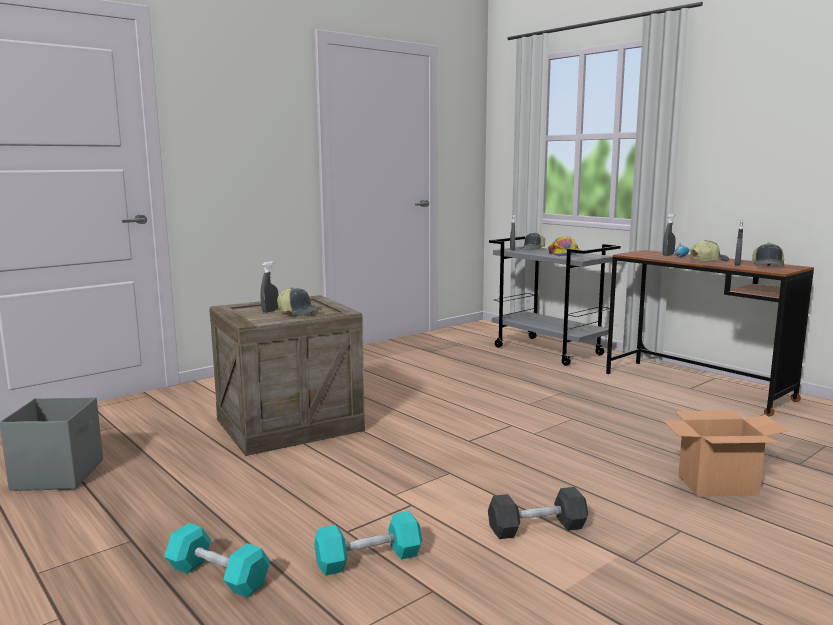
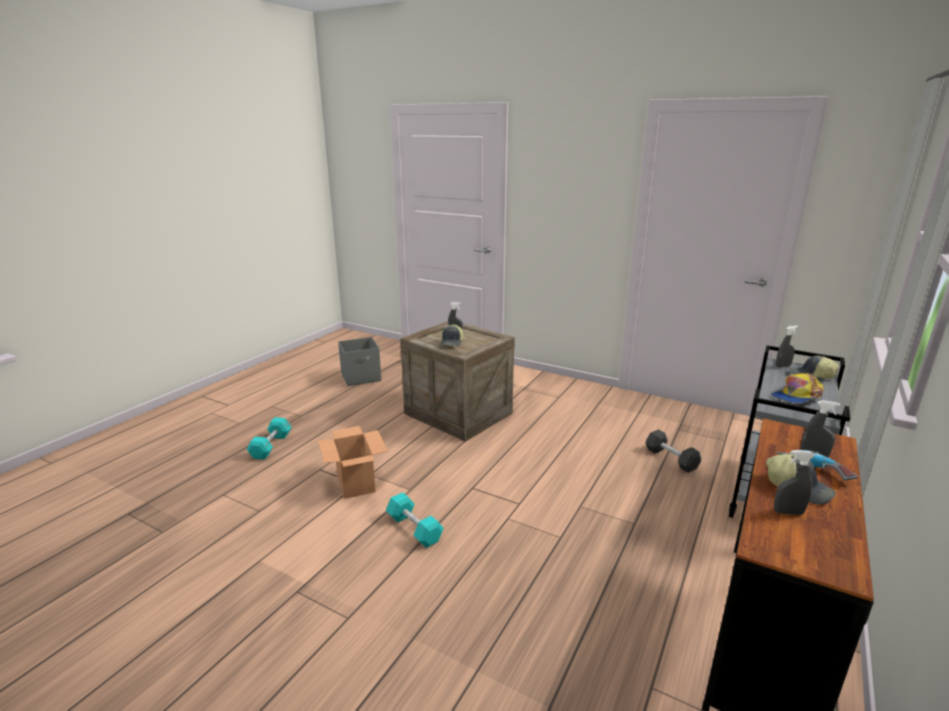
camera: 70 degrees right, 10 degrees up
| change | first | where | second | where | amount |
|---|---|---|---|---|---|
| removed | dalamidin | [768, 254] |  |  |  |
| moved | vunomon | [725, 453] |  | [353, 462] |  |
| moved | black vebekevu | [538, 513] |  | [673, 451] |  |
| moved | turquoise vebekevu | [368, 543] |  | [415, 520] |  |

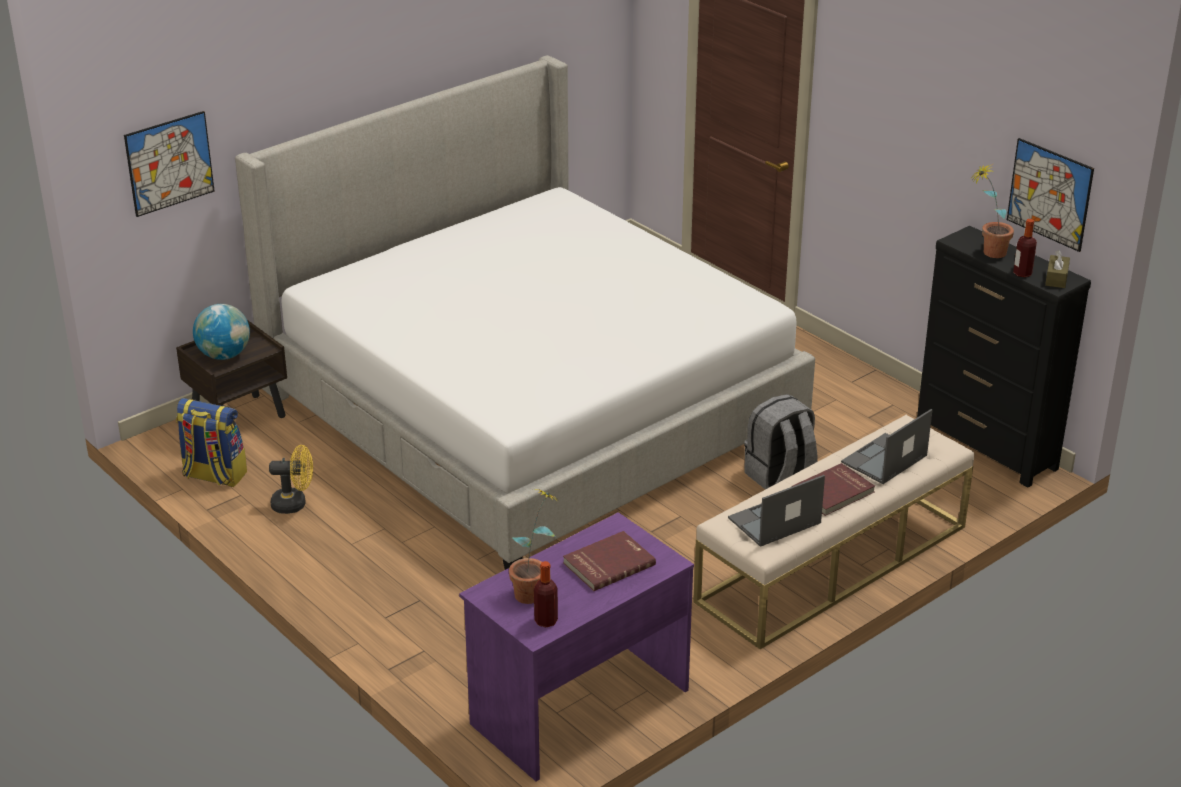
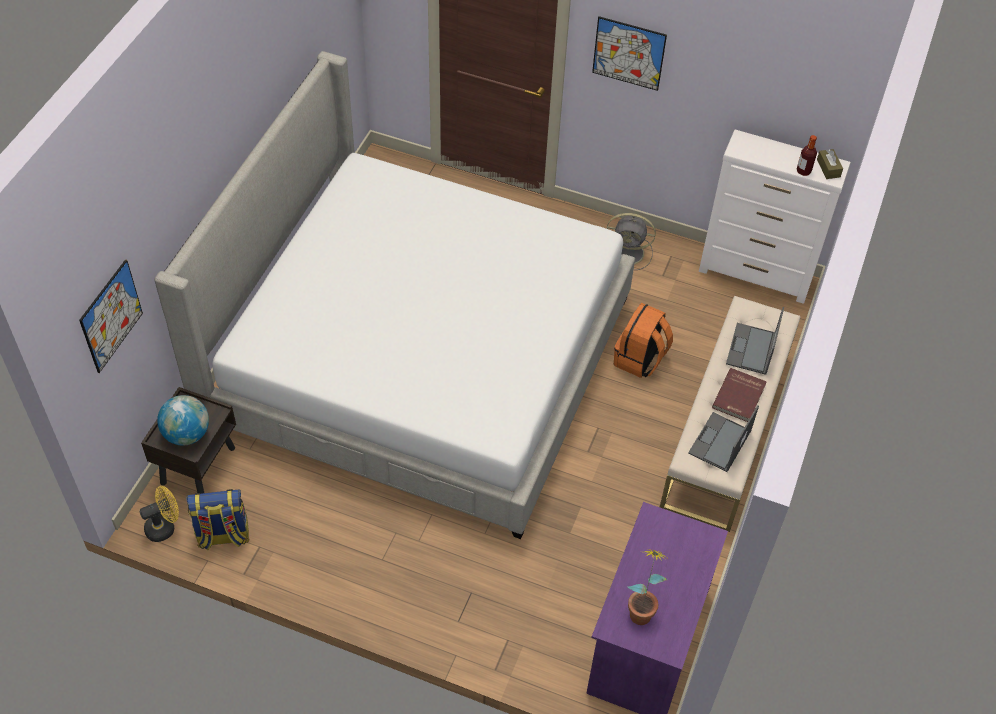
camera: 30 degrees left, 20 degrees up
| change | first | where | second | where | amount |
|---|---|---|---|---|---|
| moved | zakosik | [1050, 195] |  | [629, 53] |  |
| removed | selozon | [992, 210] |  |  |  |
| recoloured | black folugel | [1004, 357] | white folugel | [775, 217] |  |
| recoloured | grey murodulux | [781, 442] | orange murodulux | [643, 340] |  |
| moved | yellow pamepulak | [291, 479] |  | [159, 514] |  |
| removed | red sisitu | [609, 561] |  |  |  |
| removed | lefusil | [546, 594] |  |  |  |
| added |  |  | grey pamepulak | [631, 241] |  |

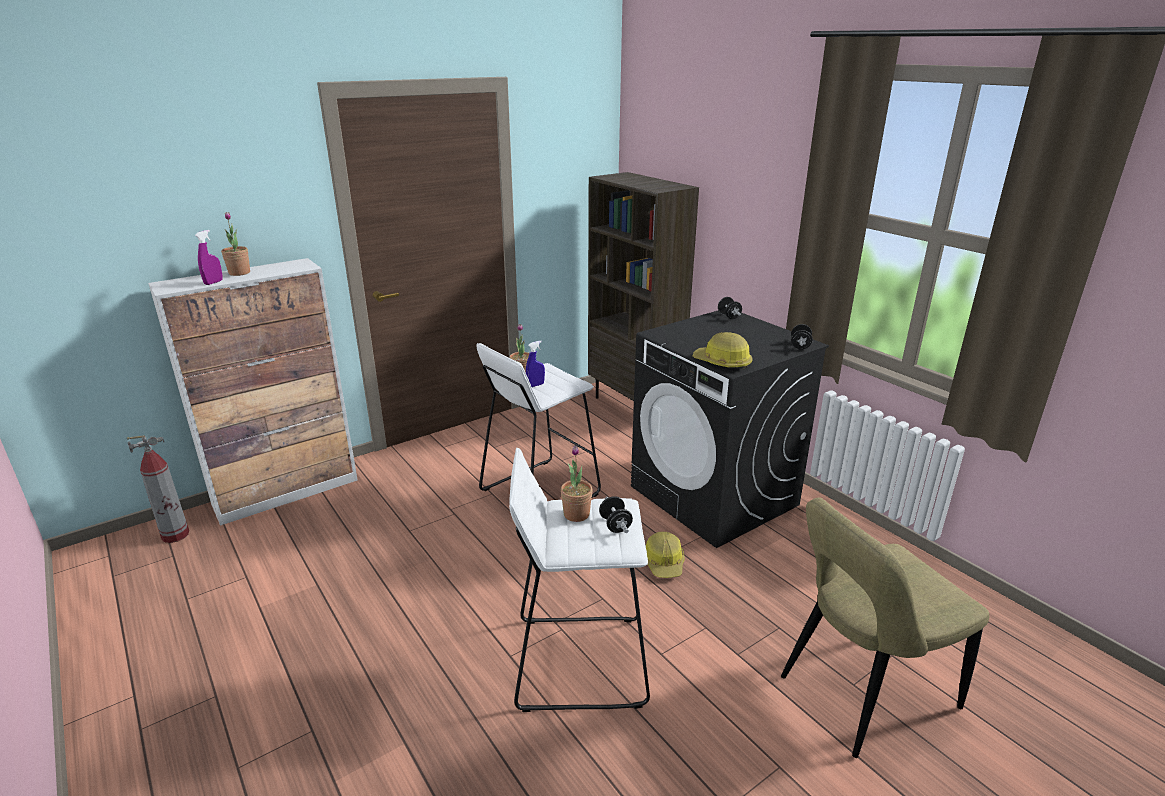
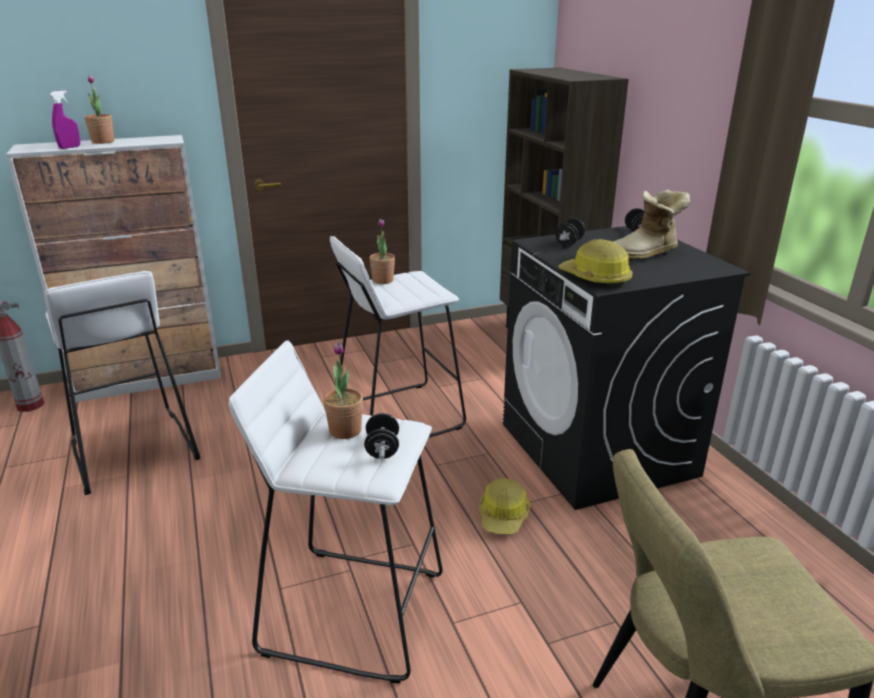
camera: 15 degrees right, 0 degrees up
| change | first | where | second | where | amount |
|---|---|---|---|---|---|
| moved | black vebekevu | [802, 336] |  | [570, 232] |  |
| removed | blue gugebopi | [535, 364] |  |  |  |
| added |  |  | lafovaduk | [651, 225] |  |
| added |  |  | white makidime | [122, 383] |  |

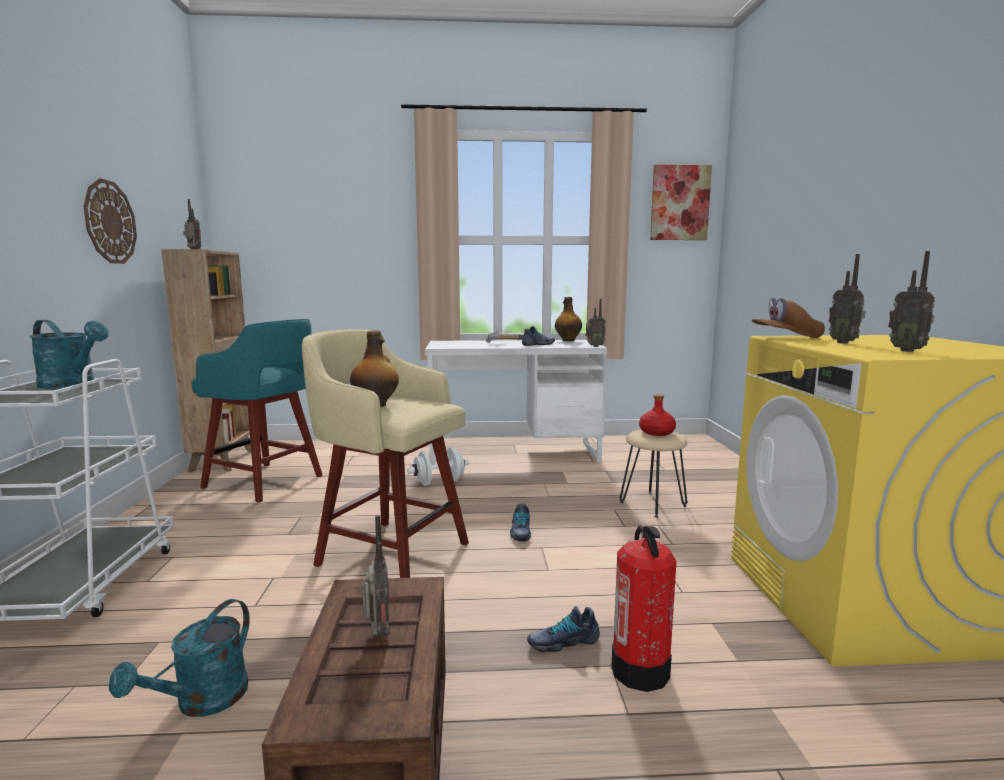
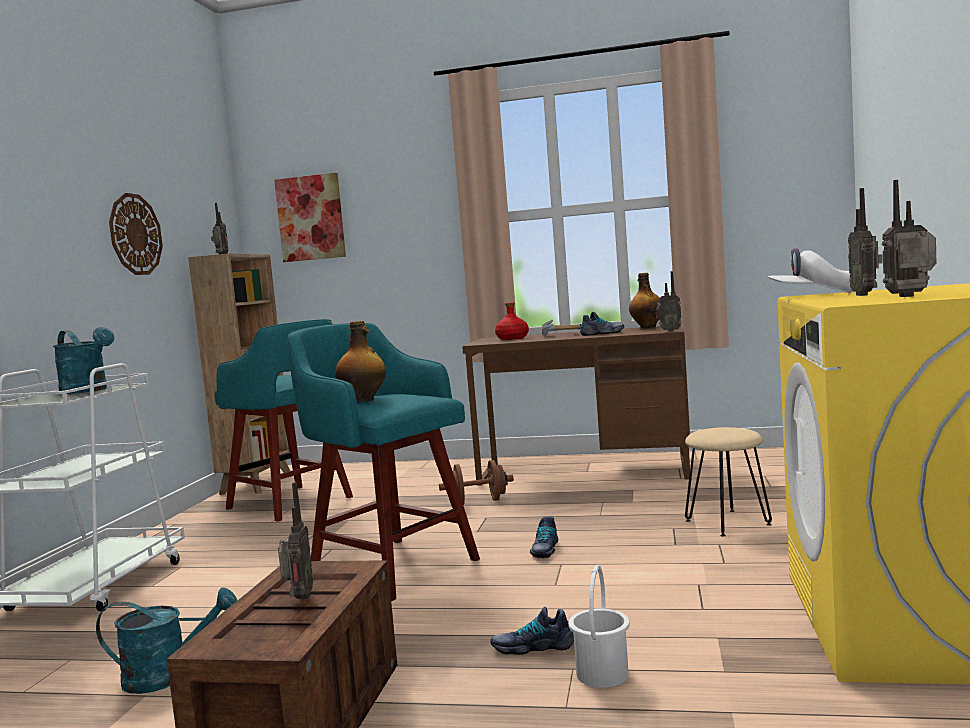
camera: 15 degrees right, 5 degrees down
| change | first | where | second | where | amount |
|---|---|---|---|---|---|
| moved | zakosik | [681, 202] |  | [310, 217] |  |
| turned | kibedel | [911, 301] |  | [909, 238] | 90 degrees clockwise |
| recoloured | brown dalamidin | [788, 317] | white dalamidin | [810, 270] |  |
| recoloured | beige makidime | [385, 453] | turquoise makidime | [383, 462] |  |
| recoloured | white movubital | [516, 402] | brown movubital | [576, 406] |  |
| moved | red lefusil | [657, 415] |  | [512, 321] |  |
| recoloured | white vebekevu | [438, 466] | brown vebekevu | [476, 482] |  |
| replaced | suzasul | [644, 608] | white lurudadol | [599, 626] |  |
| turned | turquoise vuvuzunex | [179, 658] |  | [166, 641] | 135 degrees counterclockwise |

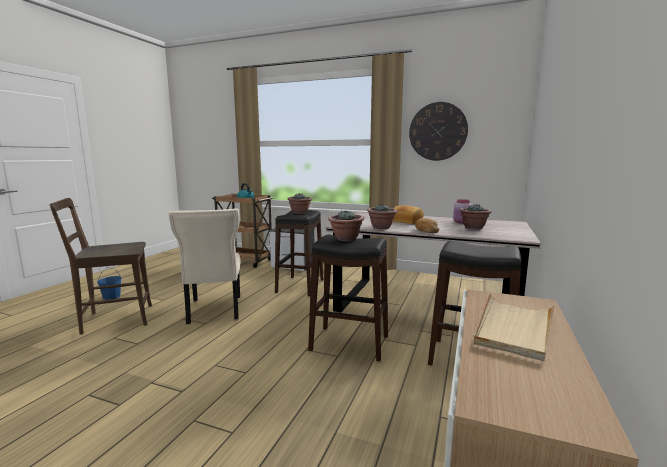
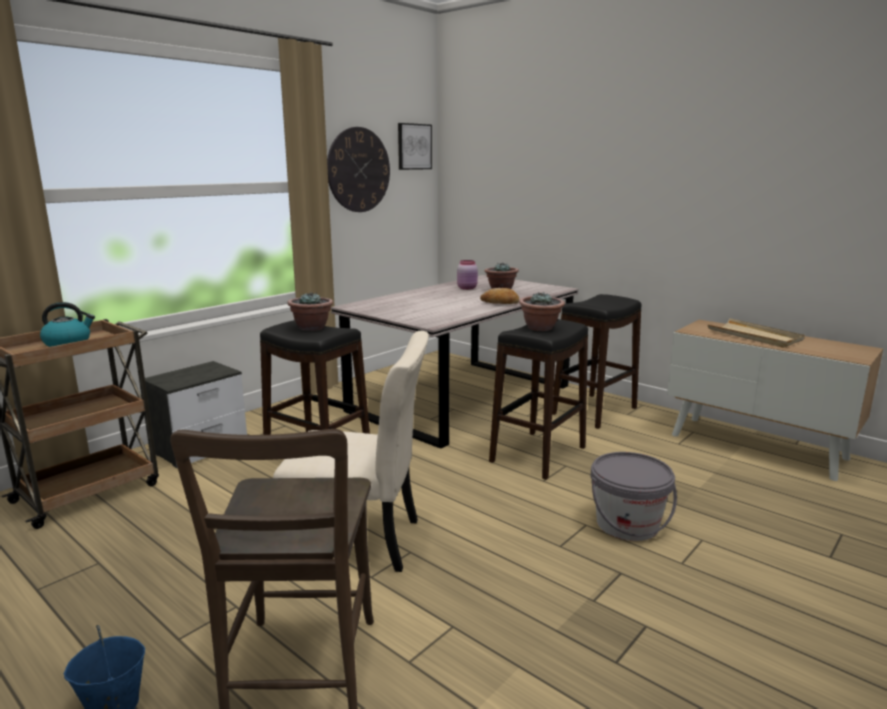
camera: 70 degrees left, 5 degrees up
| change | first | where | second | where | amount |
|---|---|---|---|---|---|
| removed | selozon | [382, 216] |  |  |  |
| removed | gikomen | [408, 214] |  |  |  |
| added |  |  | zakosik | [415, 146] |  |
| added |  |  | grey lurudadol | [634, 496] |  |

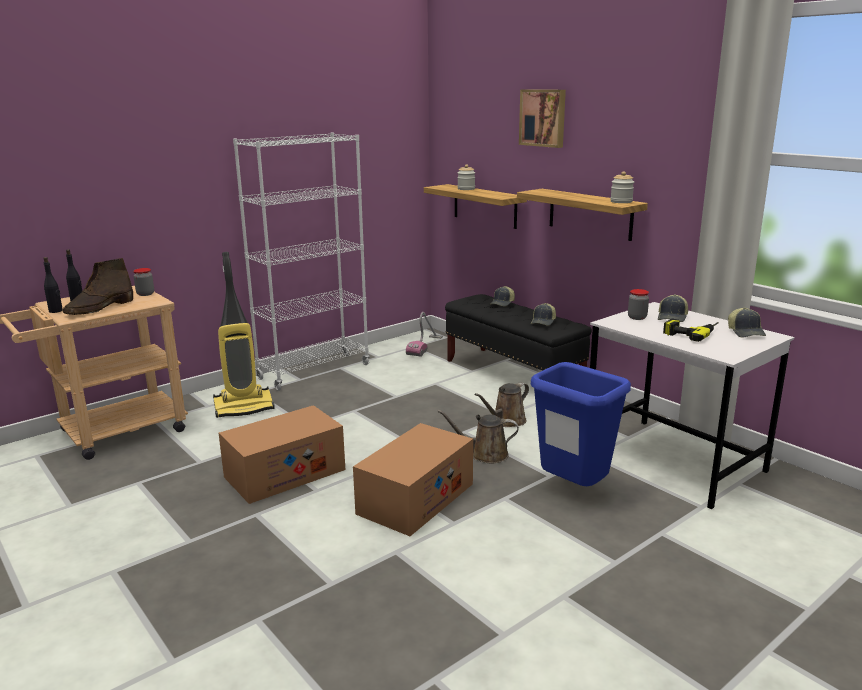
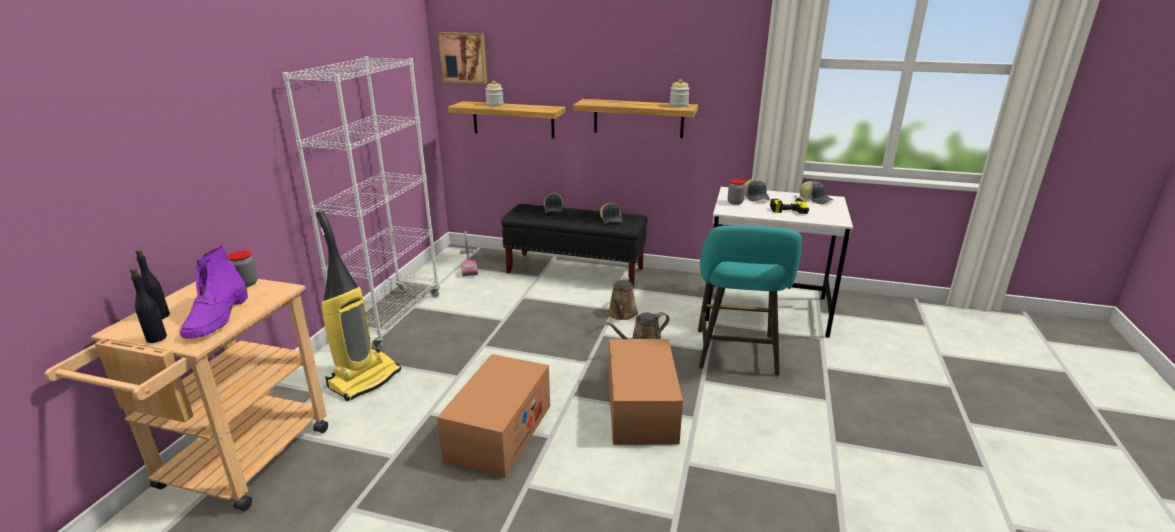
camera: 35 degrees left, 5 degrees up
| change | first | where | second | where | amount |
|---|---|---|---|---|---|
| moved | zakosik | [542, 118] |  | [462, 58] |  |
| recoloured | brown lafovaduk | [98, 286] | purple lafovaduk | [214, 292] |  |
| replaced | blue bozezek | [581, 424] | turquoise makidime | [750, 301] |  |

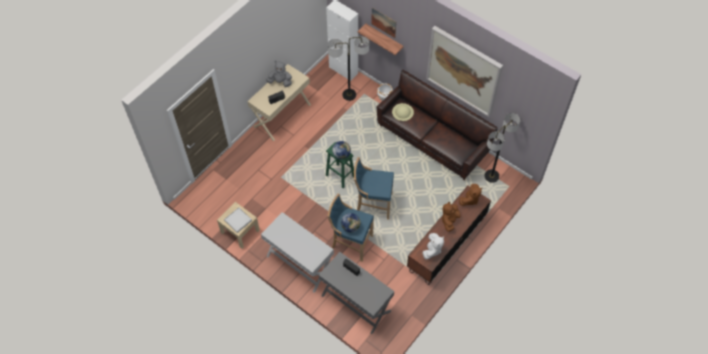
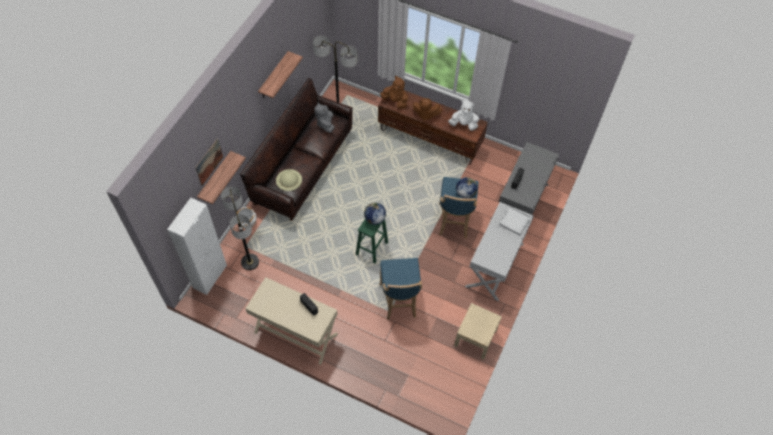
camera: 105 degrees left, 0 degrees up
| change | first | where | second | where | amount |
|---|---|---|---|---|---|
| replaced | zakosik | [464, 71] | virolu | [280, 74] |  |
| moved | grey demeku | [279, 74] |  | [325, 117] |  |
| moved | blue makidime | [374, 188] |  | [400, 289] |  |
| moved | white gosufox | [238, 220] |  | [515, 221] |  |

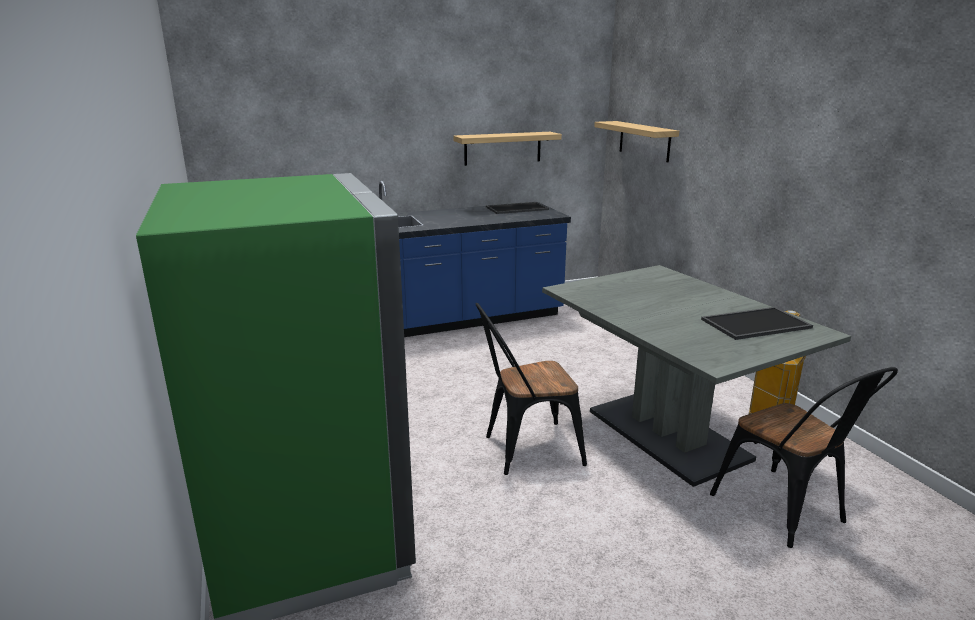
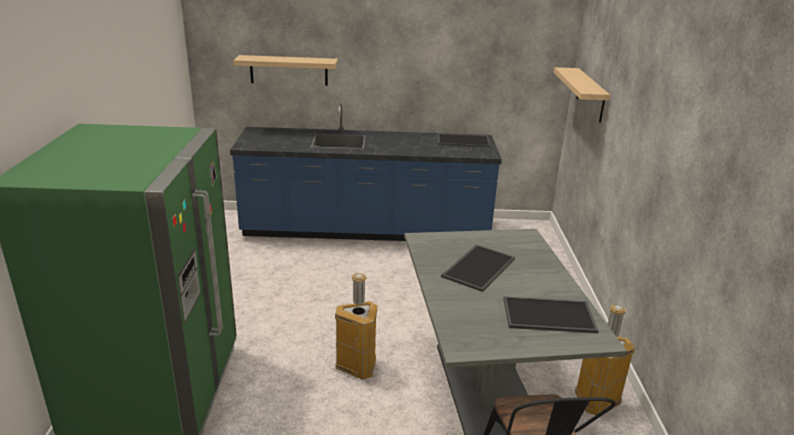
camera: 20 degrees right, 5 degrees up
| change | first | where | second | where | amount |
|---|---|---|---|---|---|
| moved | virolu | [507, 149] |  | [285, 70] |  |
| replaced | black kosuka | [531, 389] | bozezek | [356, 326] |  |
| added |  |  | gosufox | [478, 268] |  |

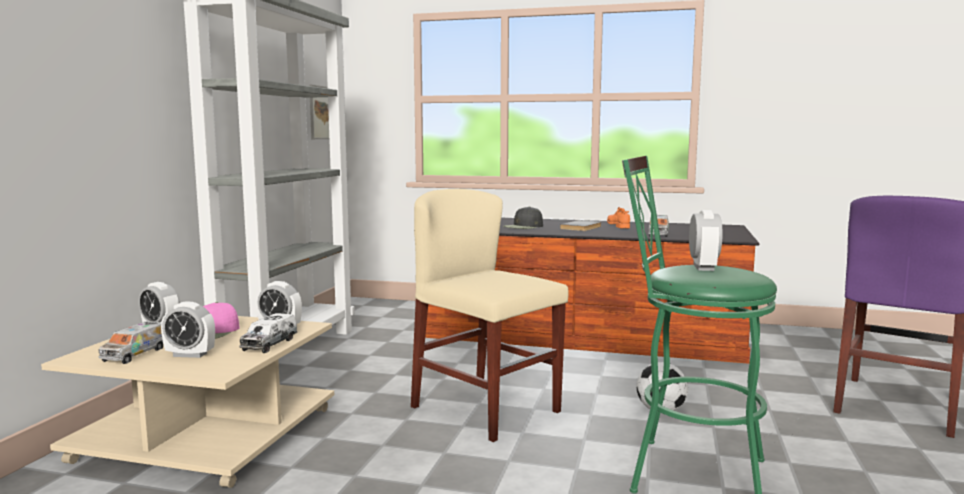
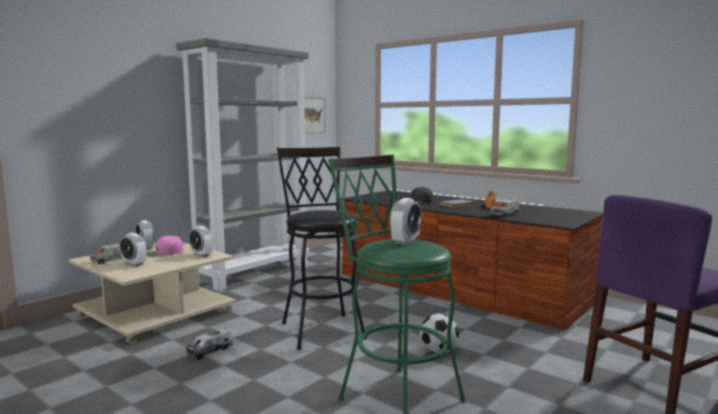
camera: 25 degrees right, 0 degrees up
| change | first | where | second | where | amount |
|---|---|---|---|---|---|
| replaced | beige kosuka | [490, 315] | black makidime | [322, 248] |  |
| moved | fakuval | [268, 333] |  | [209, 344] |  |

